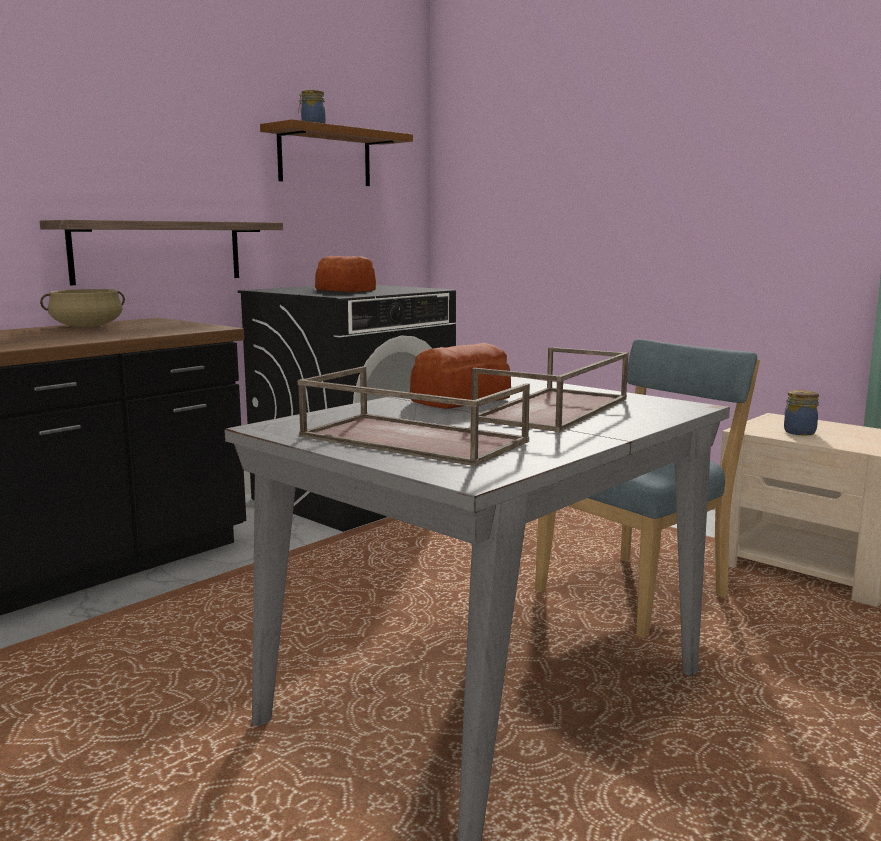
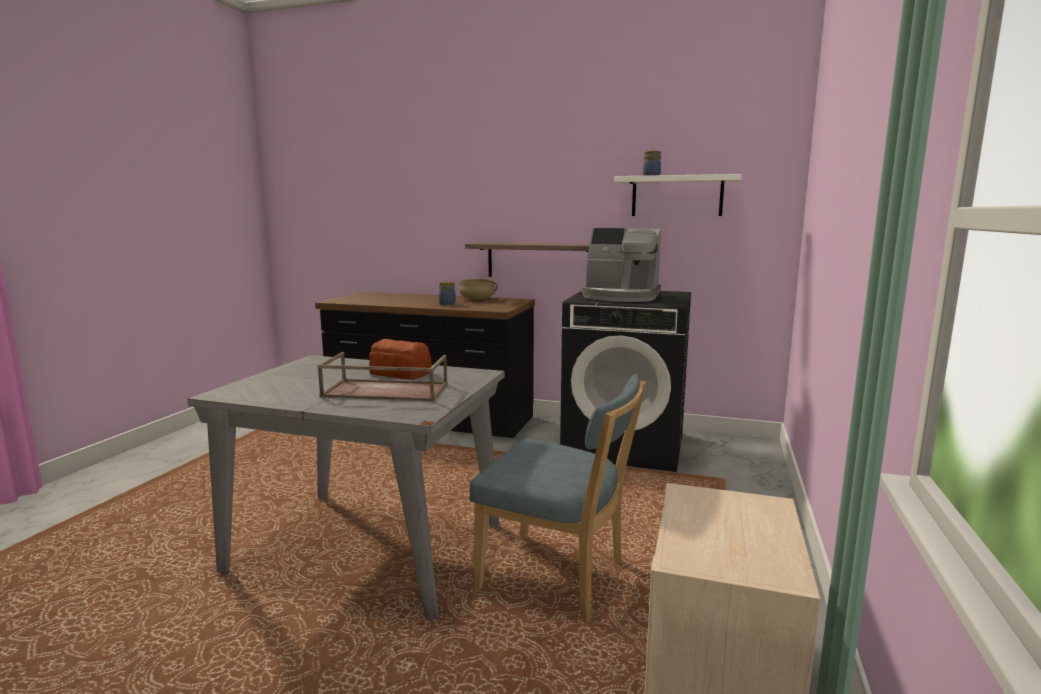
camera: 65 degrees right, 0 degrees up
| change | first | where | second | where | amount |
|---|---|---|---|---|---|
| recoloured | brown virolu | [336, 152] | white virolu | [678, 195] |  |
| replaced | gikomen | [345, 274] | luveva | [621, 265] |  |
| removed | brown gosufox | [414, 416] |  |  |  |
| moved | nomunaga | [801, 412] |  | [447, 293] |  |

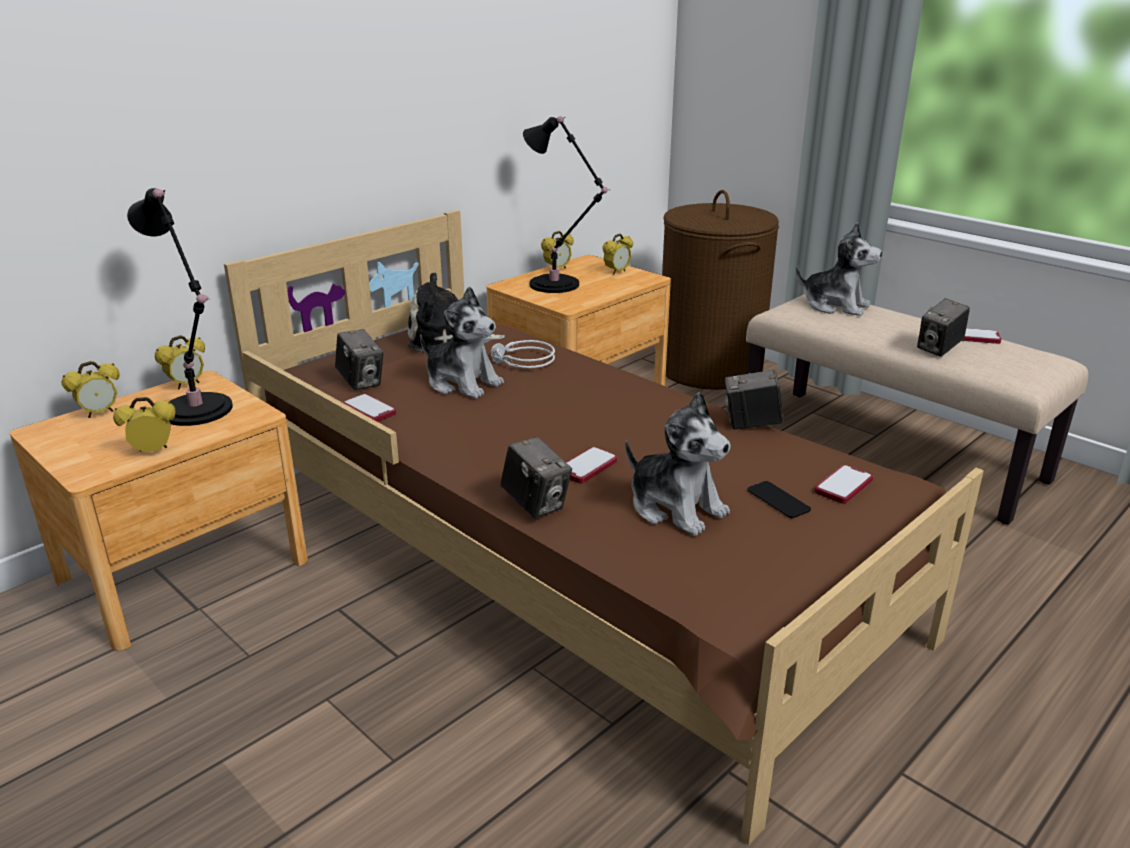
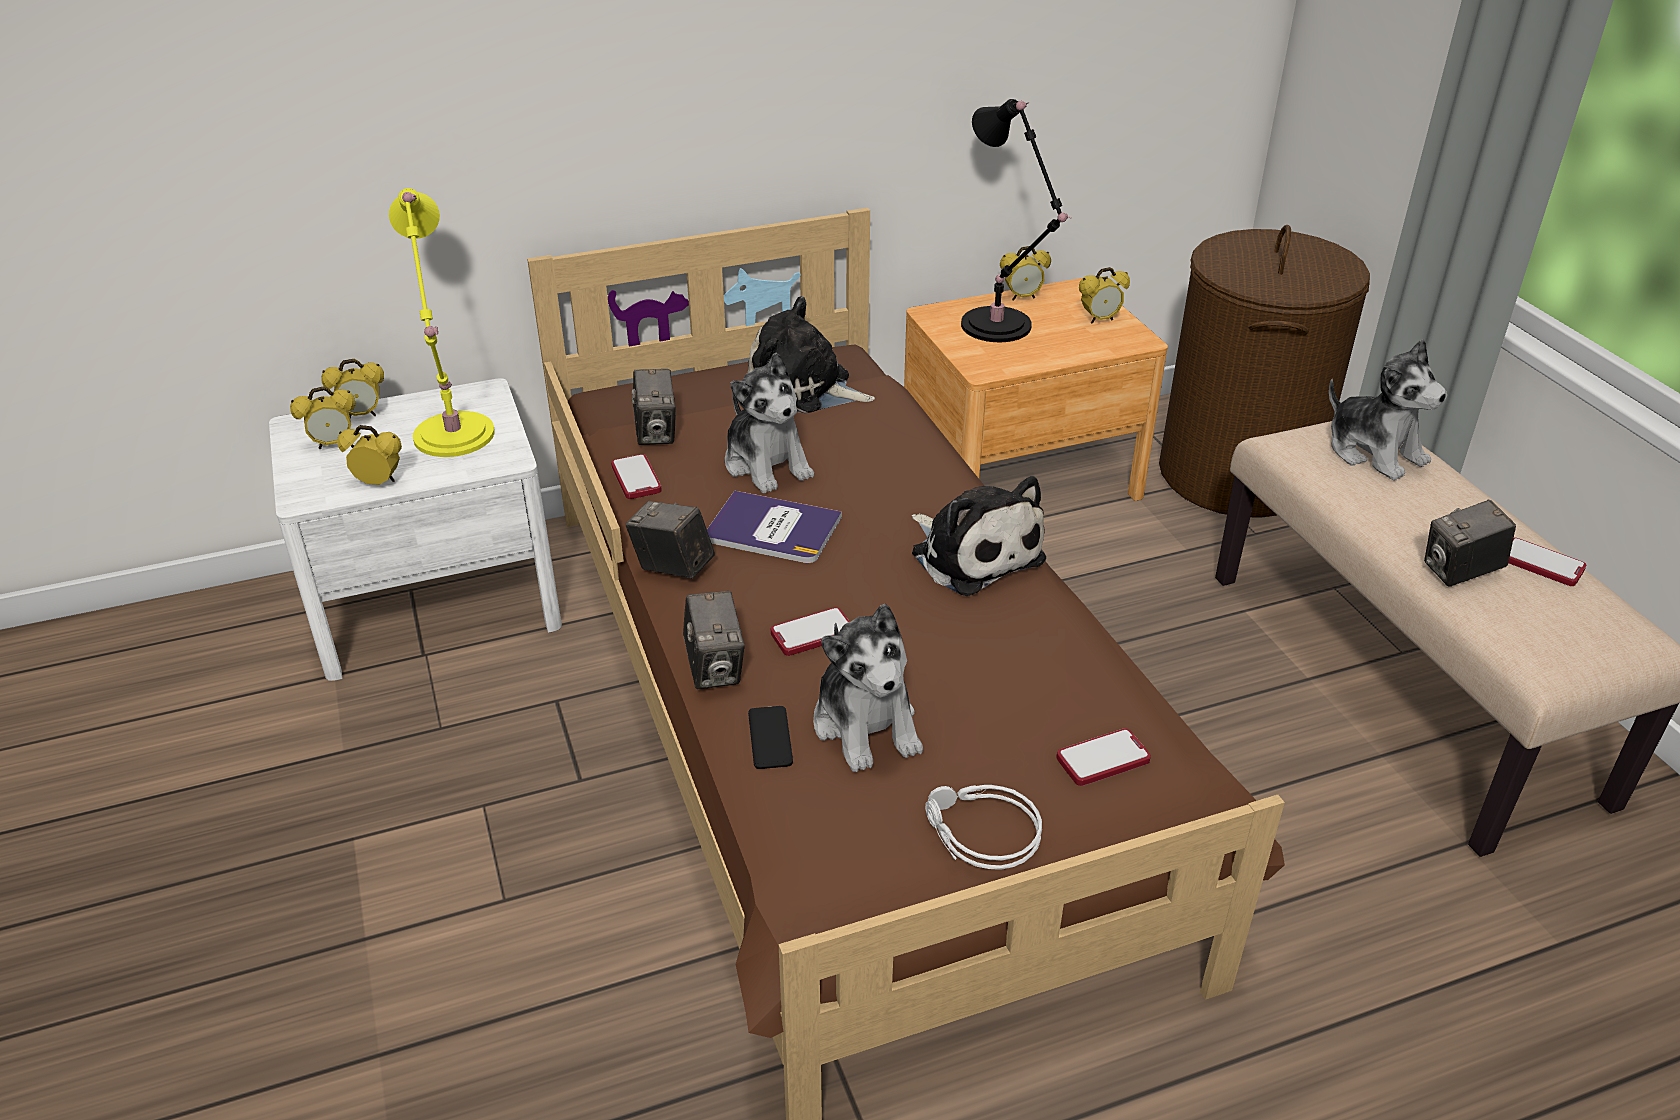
camera: 25 degrees right, 10 degrees up
| change | first | where | second | where | amount |
|---|---|---|---|---|---|
| recoloured | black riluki | [180, 307] | yellow riluki | [442, 322] |  |
| moved | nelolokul | [180, 362] |  | [322, 417] |  |
| moved | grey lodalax | [523, 354] |  | [983, 827] |  |
| moved | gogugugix | [754, 400] |  | [670, 540] |  |
| recoloured | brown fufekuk | [159, 511] | white fufekuk | [415, 529] |  |
| moved | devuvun | [779, 499] |  | [770, 737] |  |
| added |  |  | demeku | [979, 536] |  |
| added |  |  | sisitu | [774, 527] |  |

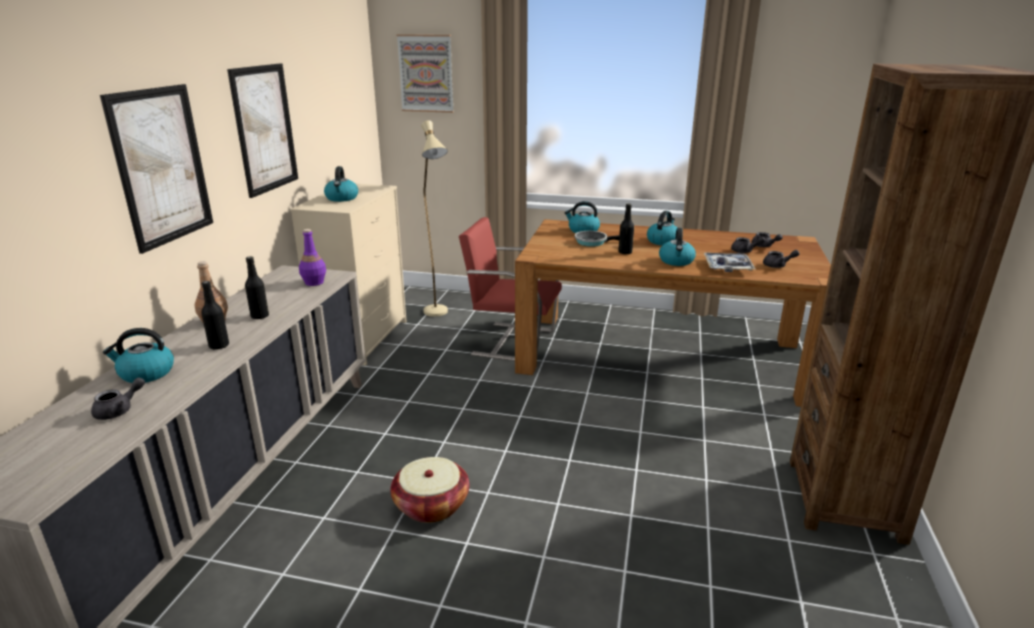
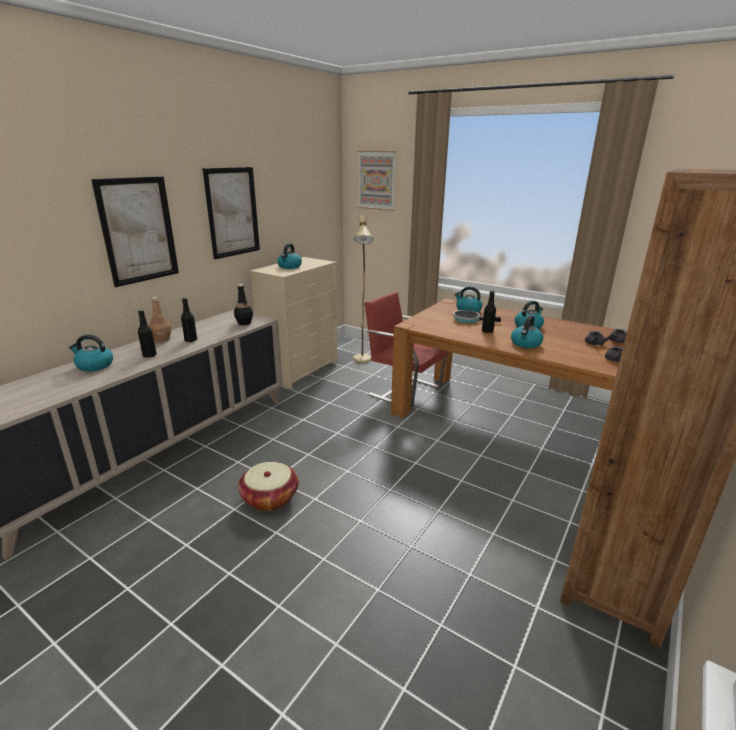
camera: 20 degrees right, 0 degrees up
| change | first | where | second | where | amount |
|---|---|---|---|---|---|
| recoloured | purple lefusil | [312, 257] | black lefusil | [243, 304] |  |
| removed | gosufox | [729, 262] |  |  |  |
| removed | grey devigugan | [118, 398] |  |  |  |

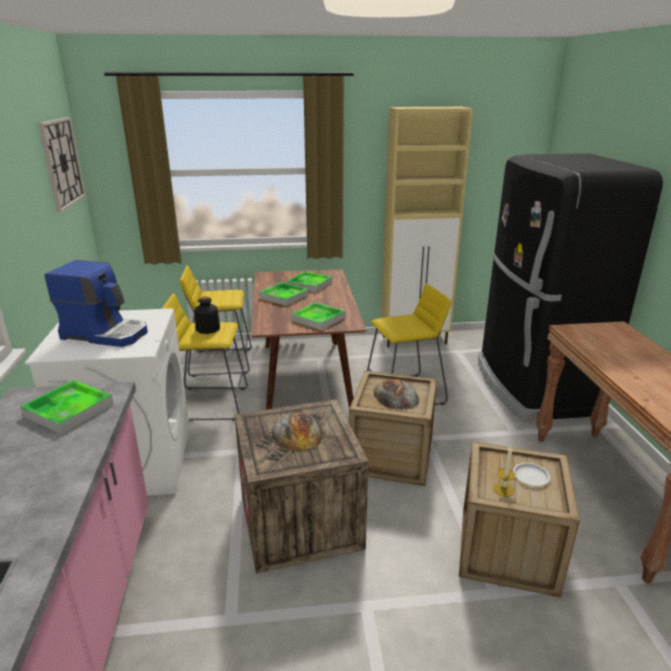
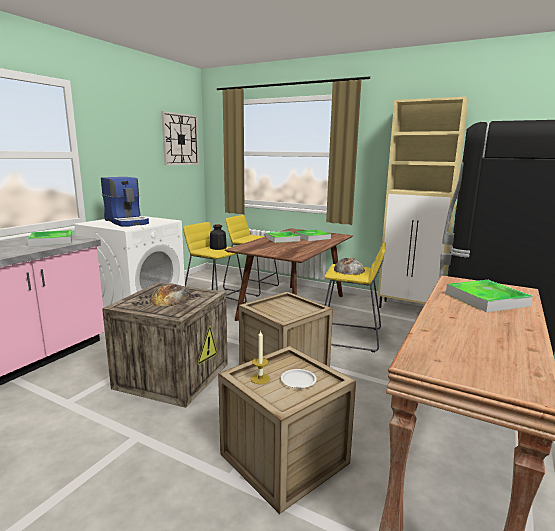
camera: 35 degrees right, 10 degrees down
| change | first | where | second | where | amount |
|---|---|---|---|---|---|
| moved | gosufox | [318, 316] |  | [489, 296] |  |
| moved | gikomen | [396, 394] |  | [349, 266] |  |

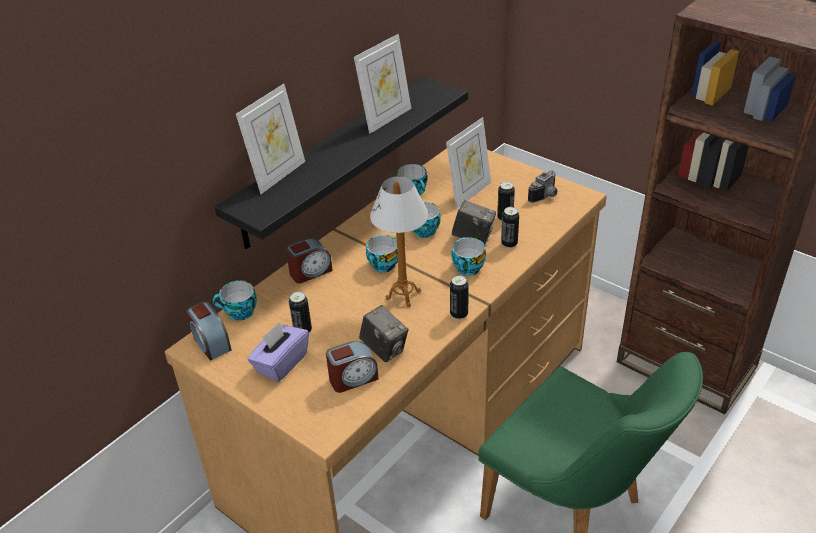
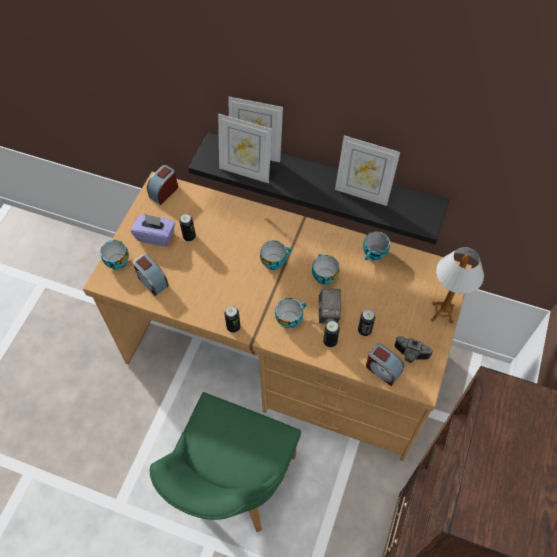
camera: 70 degrees right, 20 degrees up
| change | first | where | second | where | amount |
|---|---|---|---|---|---|
| moved | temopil | [468, 163] |  | [245, 148] |  |
| moved | riluki | [399, 241] |  | [457, 285] |  |
| moved | nelolokul | [309, 260] |  | [385, 364] |  |
| moved | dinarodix | [235, 300] |  | [114, 254] |  |
| removed | gogugugix | [383, 333] |  |  |  |

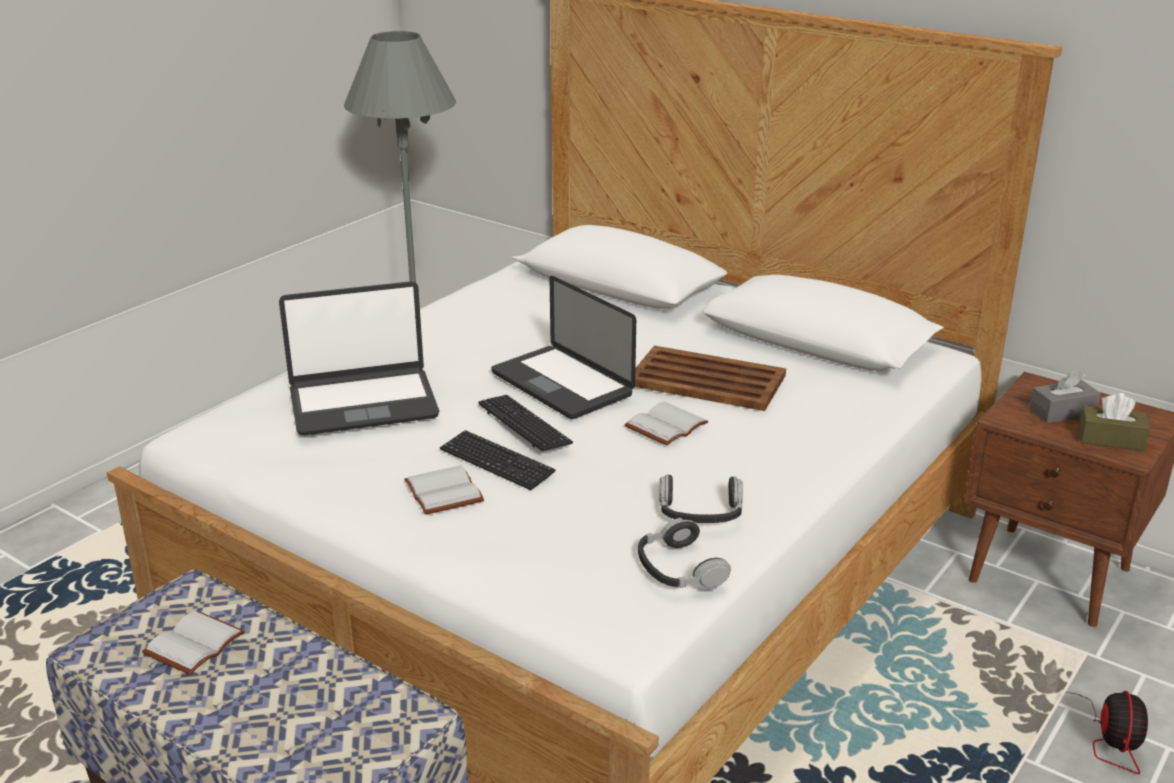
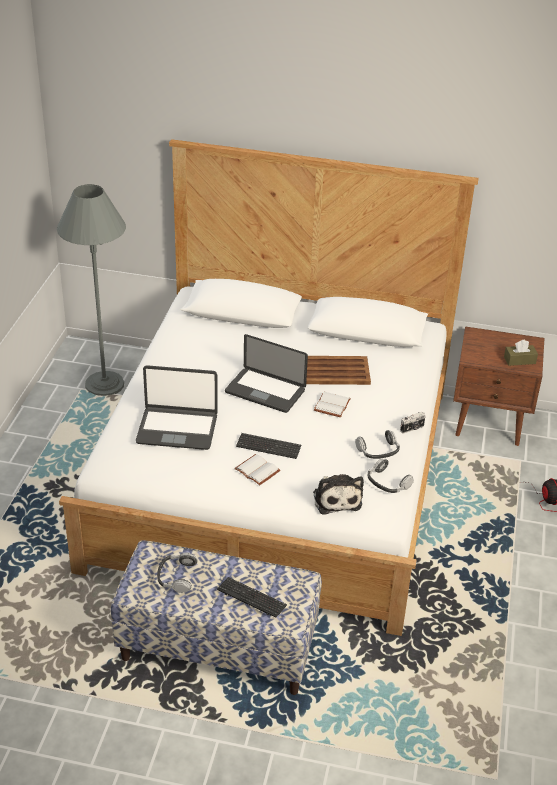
camera: 25 degrees left, 10 degrees up
| change | first | where | second | where | amount |
|---|---|---|---|---|---|
| turned | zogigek | [359, 358] |  | [177, 407] | 45 degrees clockwise |
| removed | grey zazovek | [1065, 396] |  |  |  |
| moved | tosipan | [525, 423] |  | [252, 597] |  |
| replaced | white sisitu | [193, 643] | lodalax | [177, 573] |  |
| added |  |  | gogugugix | [413, 422] |  |
| added |  |  | demeku | [338, 494] |  |

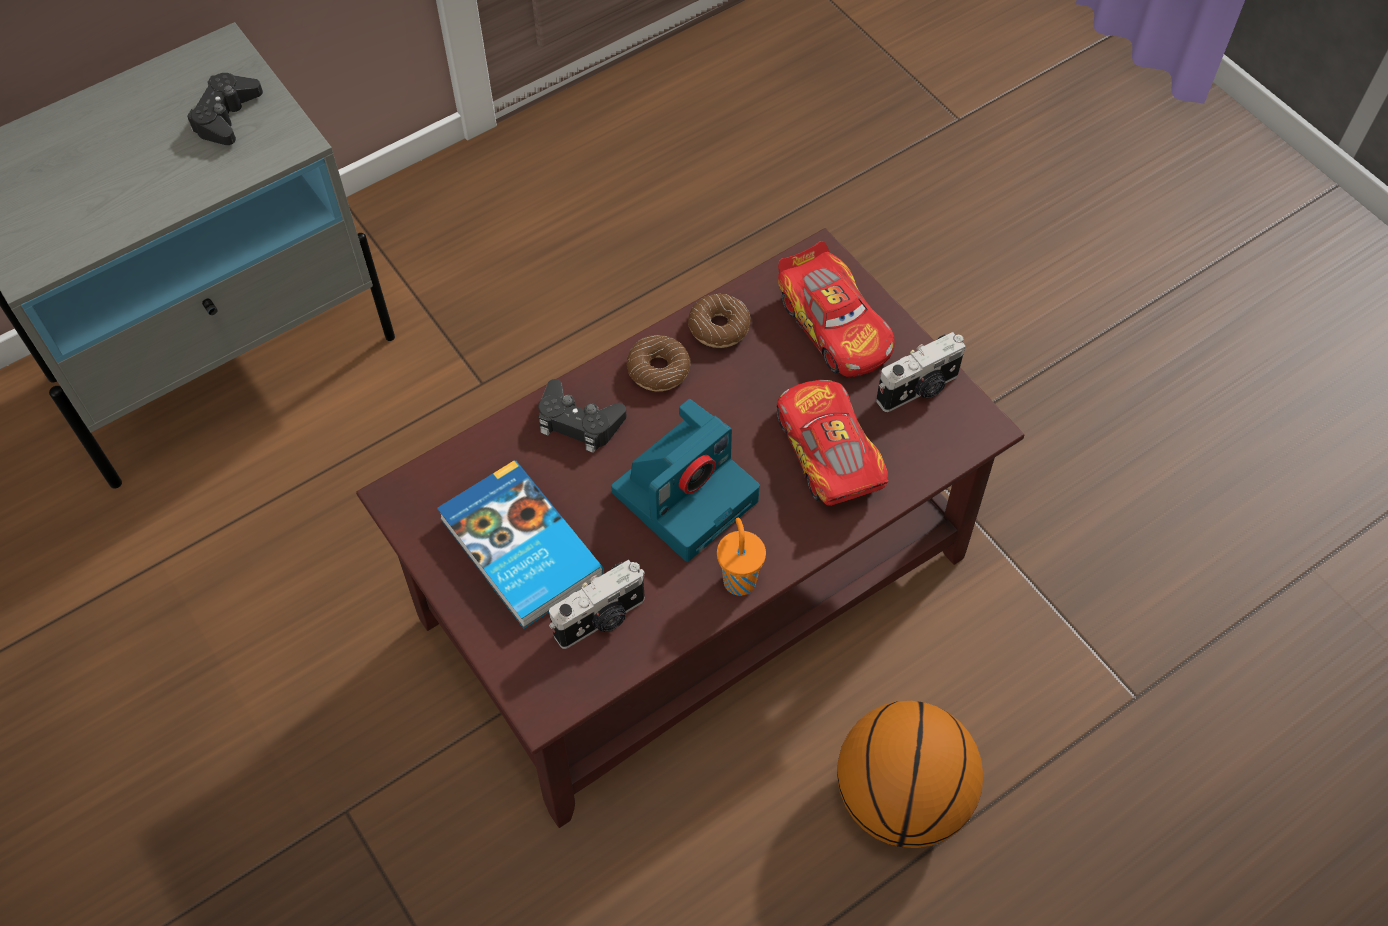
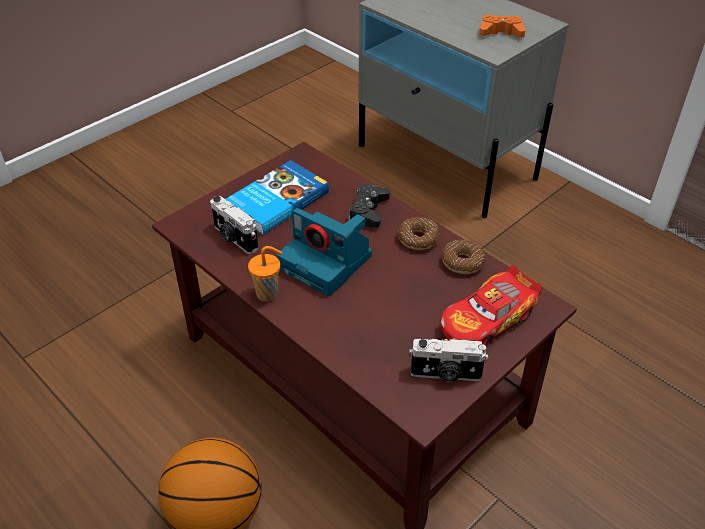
camera: 80 degrees right, 15 degrees down
| change | first | where | second | where | amount |
|---|---|---|---|---|---|
| recoloured | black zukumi | [225, 109] | orange zukumi | [502, 26] |  |
| turned | gogugugix | [920, 372] |  | [448, 360] | 45 degrees counterclockwise |
| removed | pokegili | [833, 443] |  |  |  |

